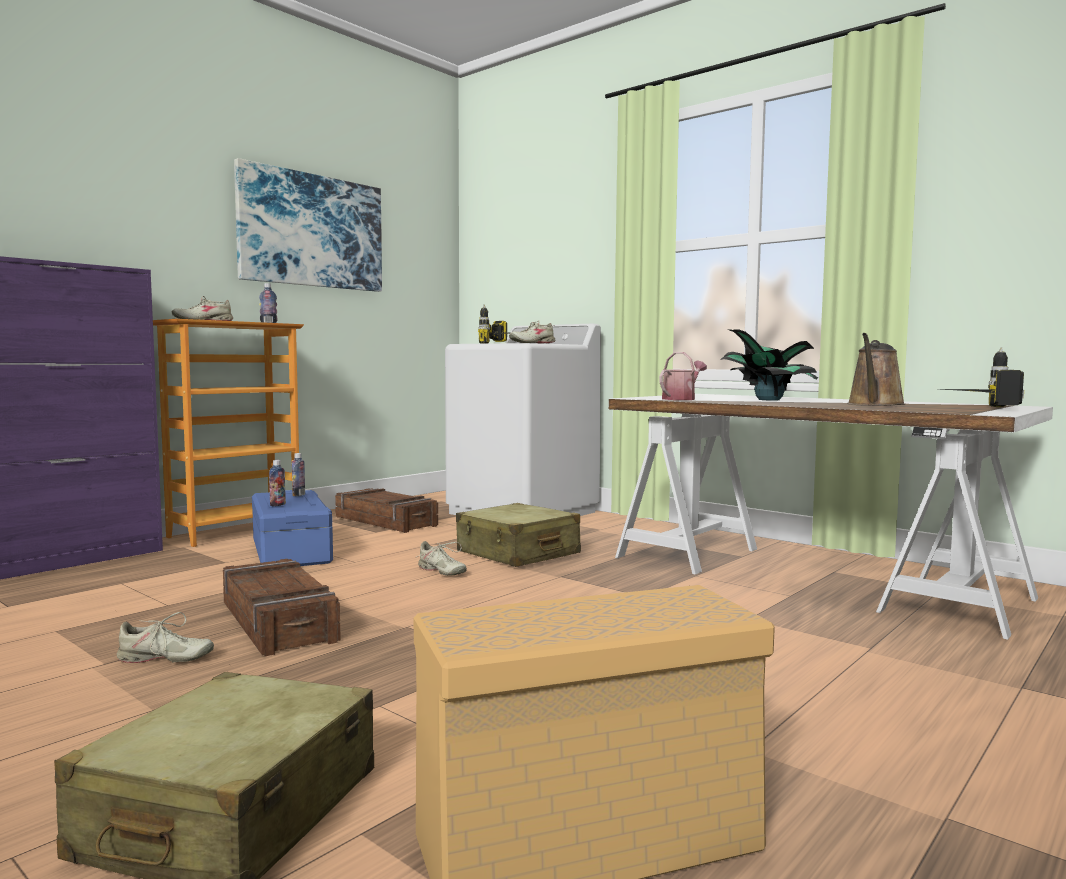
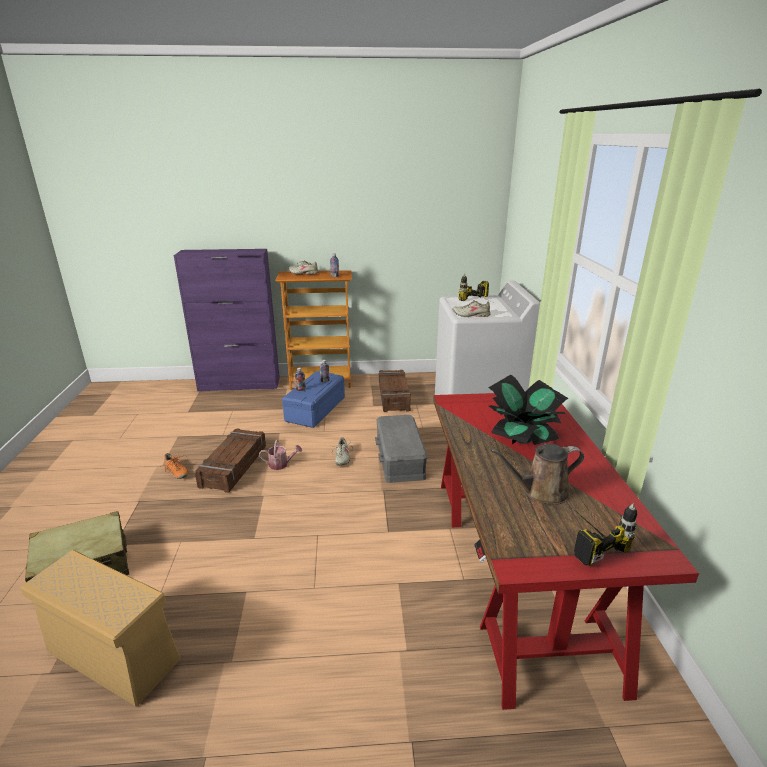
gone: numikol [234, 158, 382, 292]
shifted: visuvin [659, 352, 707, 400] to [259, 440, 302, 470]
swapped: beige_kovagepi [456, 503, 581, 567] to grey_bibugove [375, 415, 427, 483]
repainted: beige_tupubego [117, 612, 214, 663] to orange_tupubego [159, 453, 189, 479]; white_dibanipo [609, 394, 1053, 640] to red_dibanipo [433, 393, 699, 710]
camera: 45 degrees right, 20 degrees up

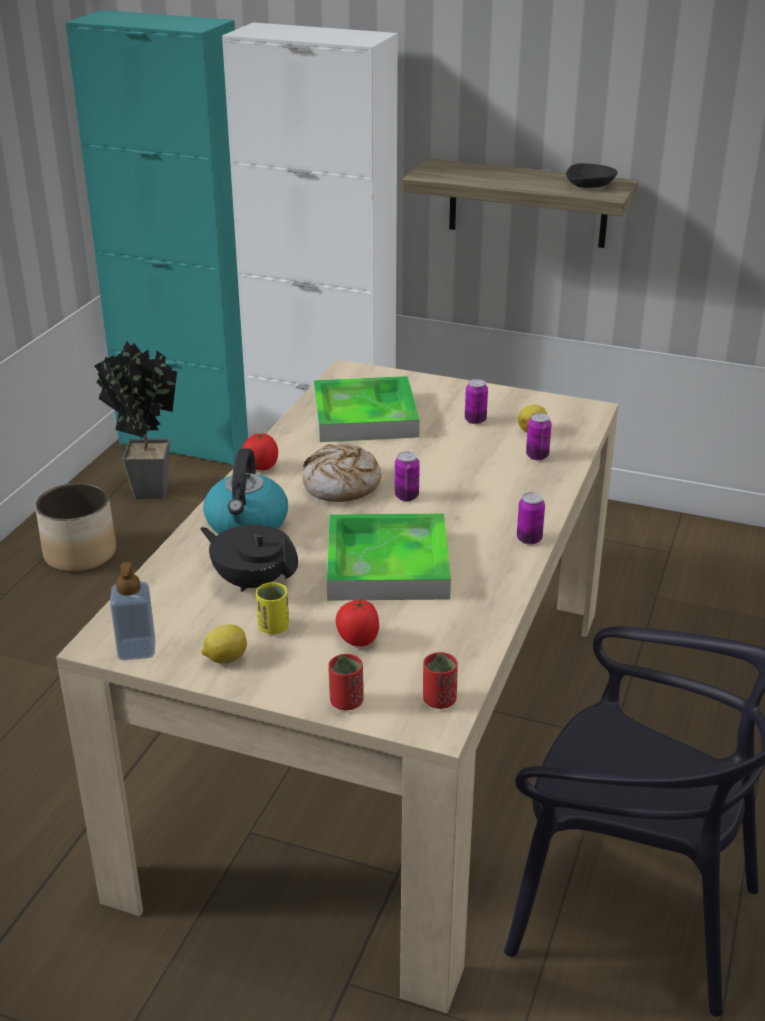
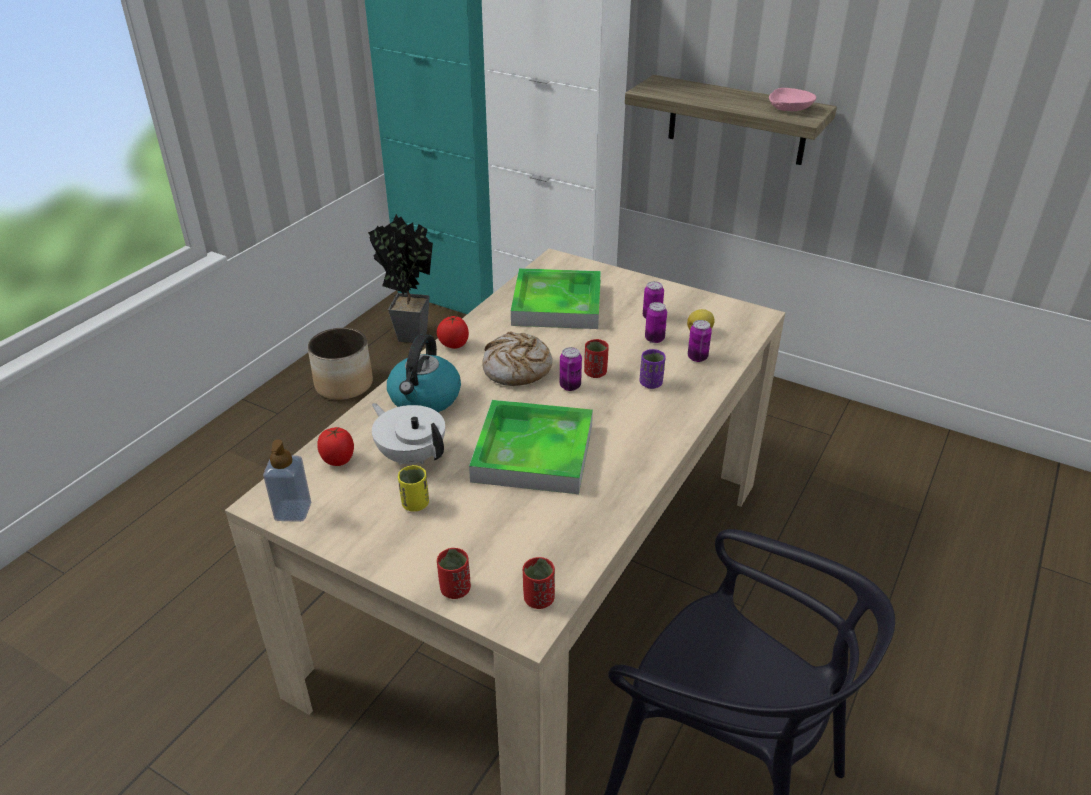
gone: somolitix [201, 624, 247, 664]
new: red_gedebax [584, 339, 609, 378]; purple_gedebax [640, 349, 666, 389]
shifted: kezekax [336, 599, 379, 647] to [317, 426, 354, 466]; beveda [517, 492, 545, 545] to [645, 302, 667, 343]
repainted: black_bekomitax [200, 525, 298, 592] to white_bekomitax [372, 403, 445, 465]; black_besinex [566, 163, 617, 188] to pink_besinex [769, 88, 816, 111]
camera: 10 degrees right, 5 degrees up

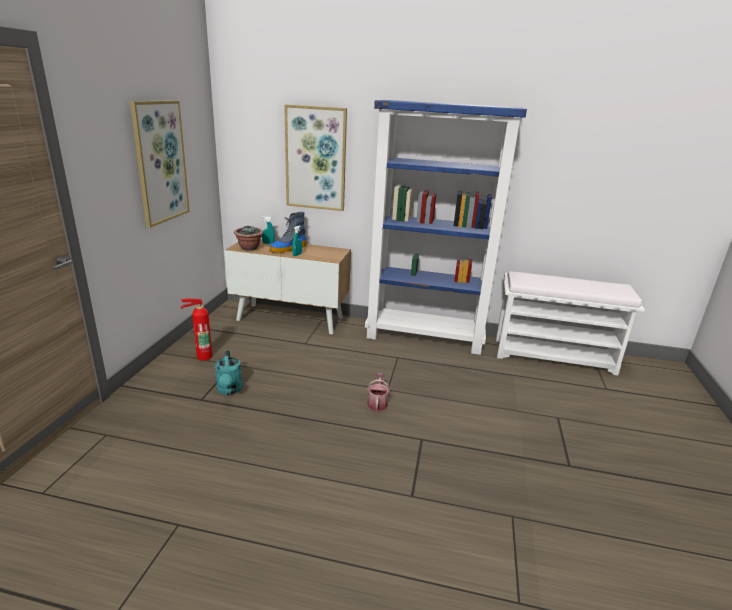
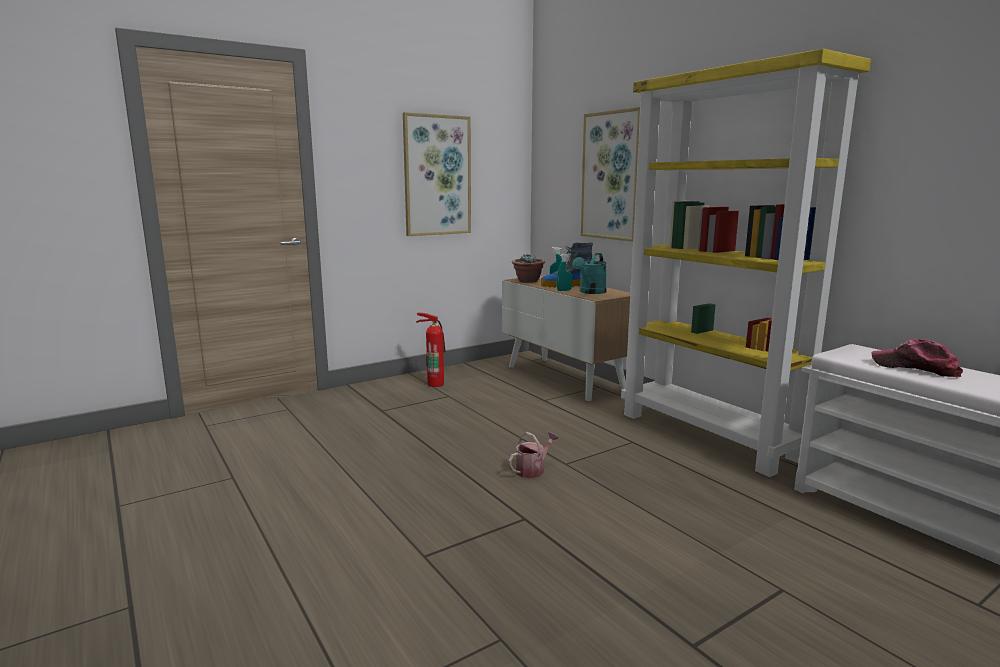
new: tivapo [871, 339, 963, 378]
shifted: turquoise_visuvin [215, 350, 243, 395] to [573, 253, 607, 294]
repainted: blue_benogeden [365, 100, 527, 355] to yellow_benogeden [621, 49, 871, 477]
camera: 45 degrees right, 10 degrees down

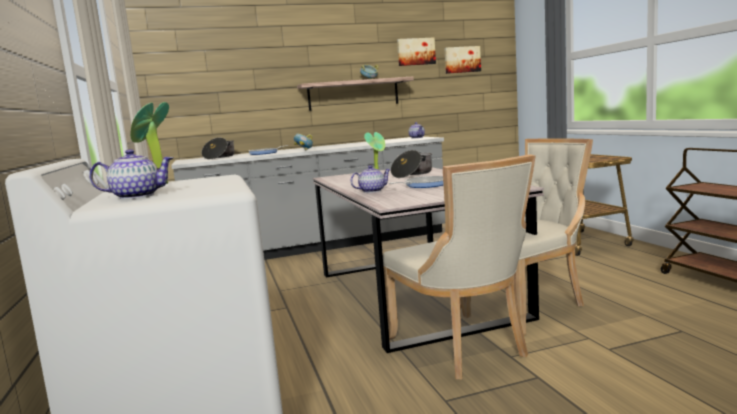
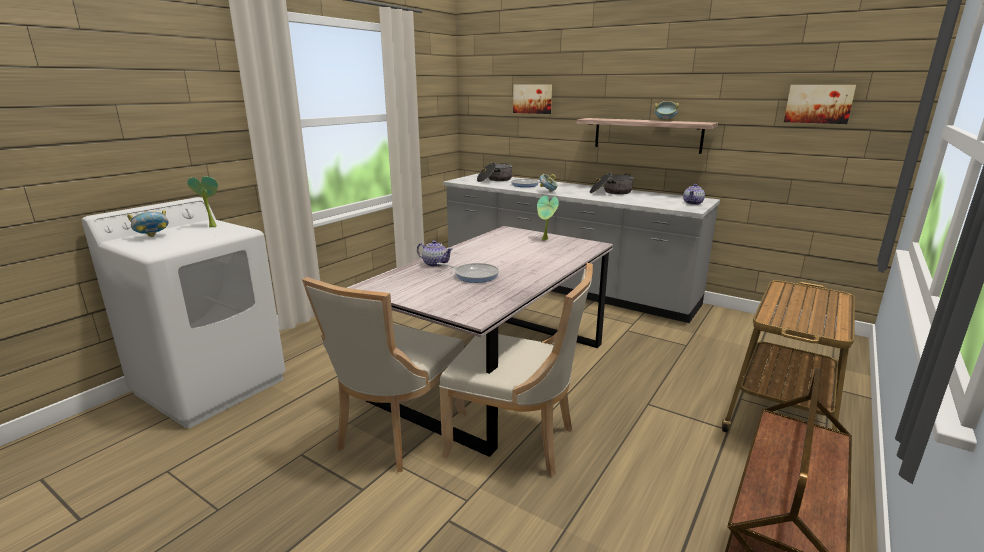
shifted: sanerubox [391, 150, 432, 178] to [590, 173, 634, 195]; numikol [397, 37, 436, 66] to [513, 84, 552, 114]
swapped: bekomitax [89, 149, 174, 199] to besinex [127, 210, 169, 237]
camera: 50 degrees right, 10 degrees up

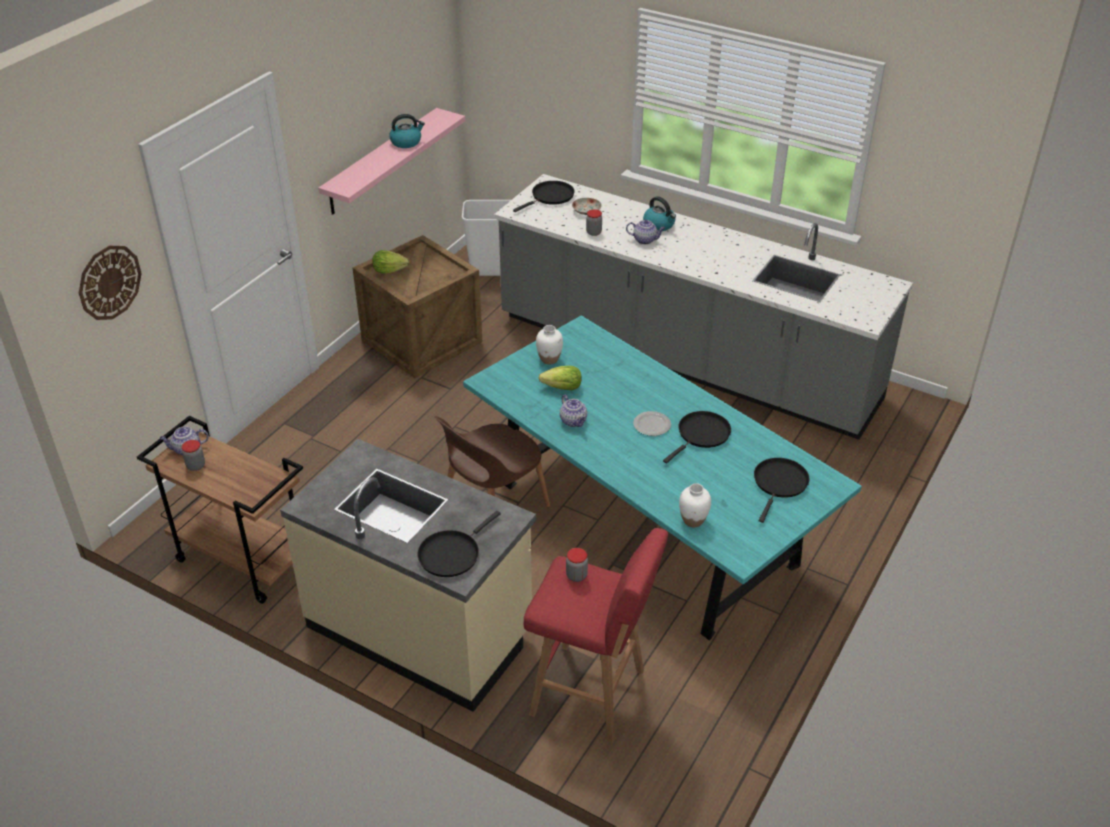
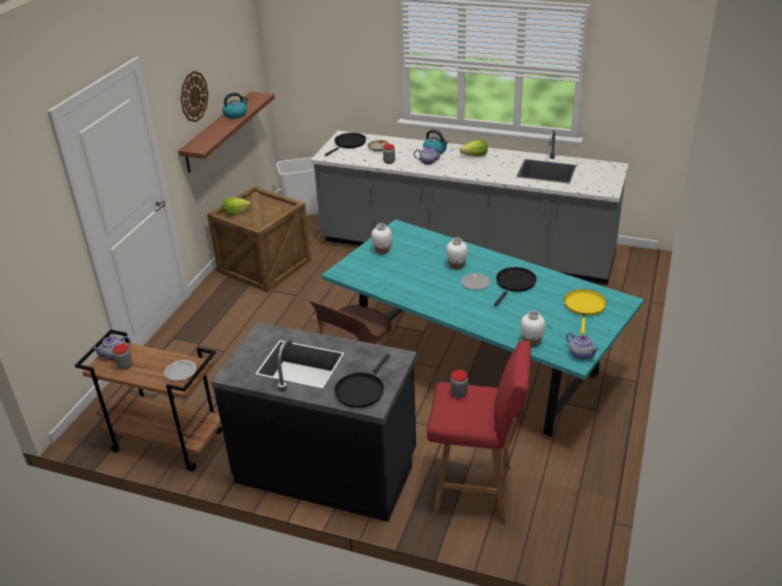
new: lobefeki [164, 360, 197, 381]; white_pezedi [446, 238, 468, 270]
shifted: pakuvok [79, 246, 142, 320] to [181, 71, 208, 122]; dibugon [539, 366, 581, 390] to [460, 140, 488, 156]; bekomitax [560, 394, 587, 427] to [566, 332, 599, 359]
repainted: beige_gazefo [280, 439, 536, 712] to black_gazefo [211, 322, 417, 522]; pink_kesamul [319, 108, 465, 215] to brown_kesamul [178, 92, 275, 173]; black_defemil [754, 458, 809, 523] to yellow_defemil [564, 289, 607, 334]
camera: 10 degrees left, 5 degrees down

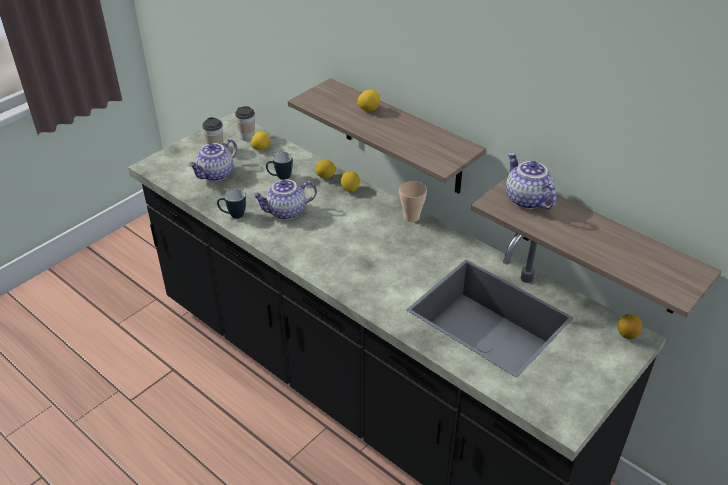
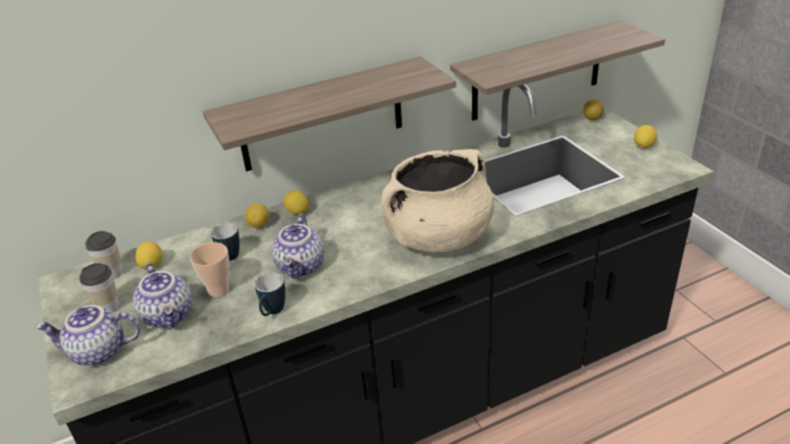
new: beige_sanerubox [381, 149, 494, 253]
shifted: somolitix [357, 90, 380, 111] to [634, 125, 657, 149]; gedebax [399, 181, 427, 222] to [190, 242, 229, 297]; bekomitax [506, 153, 556, 209] to [35, 305, 140, 366]
camera: 65 degrees left, 5 degrees down

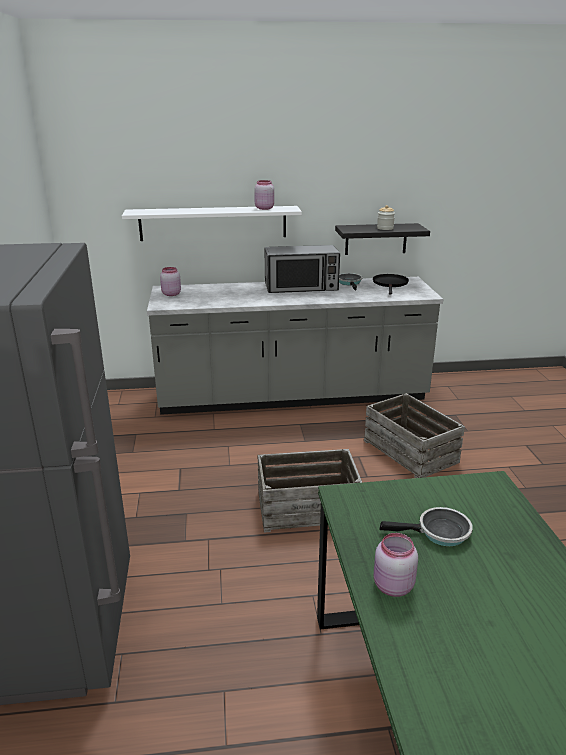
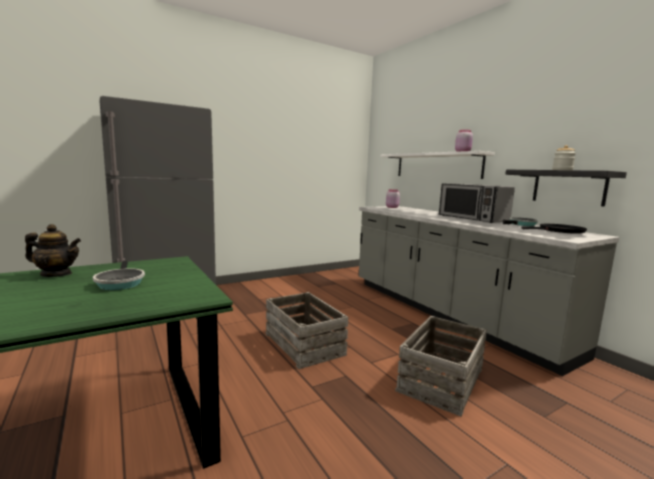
swapped: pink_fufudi [373, 533, 418, 597] to bekomitax [25, 224, 81, 277]
camera: 65 degrees right, 15 degrees down

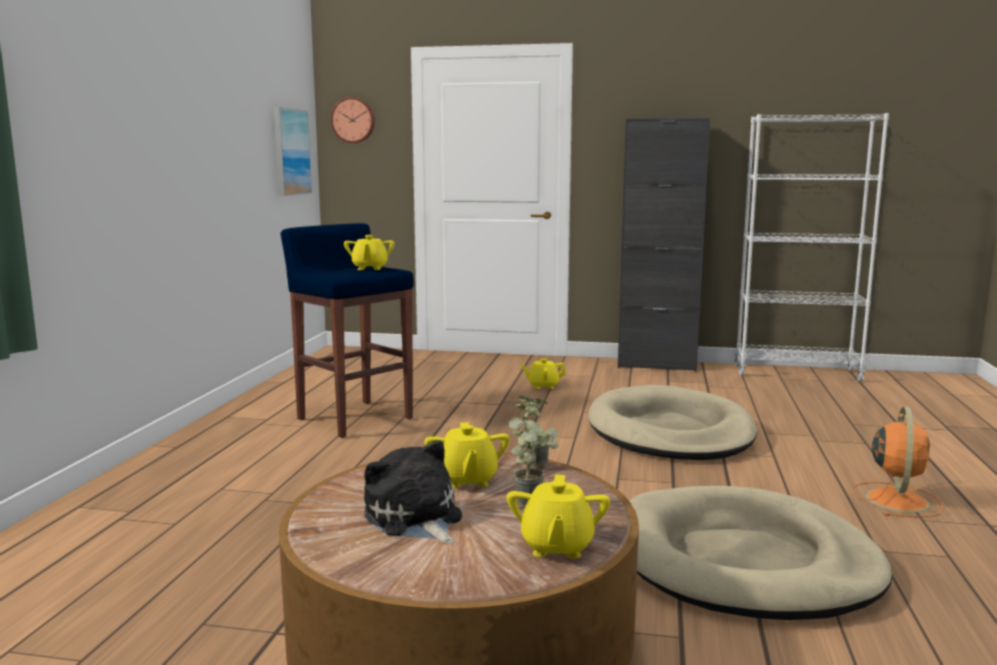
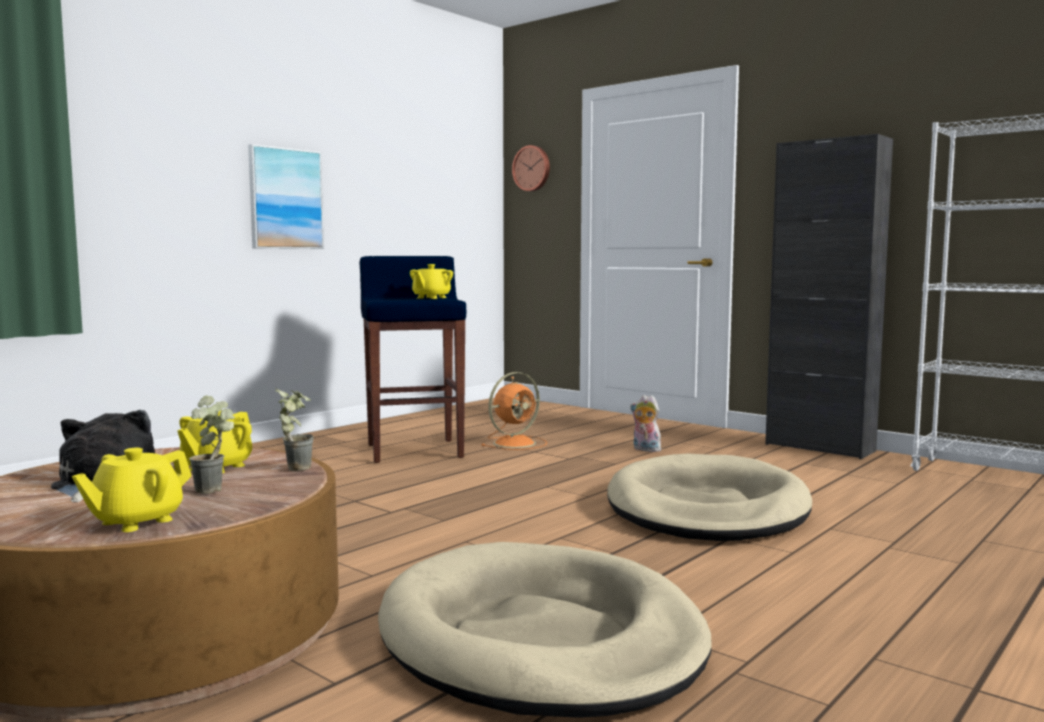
shifted: numikol [274, 107, 312, 196] to [248, 144, 324, 249]; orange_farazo [851, 406, 944, 517] to [482, 372, 547, 450]
swapped: yellow_bekomitax [521, 358, 566, 389] to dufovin [630, 395, 661, 452]
camera: 30 degrees right, 5 degrees down

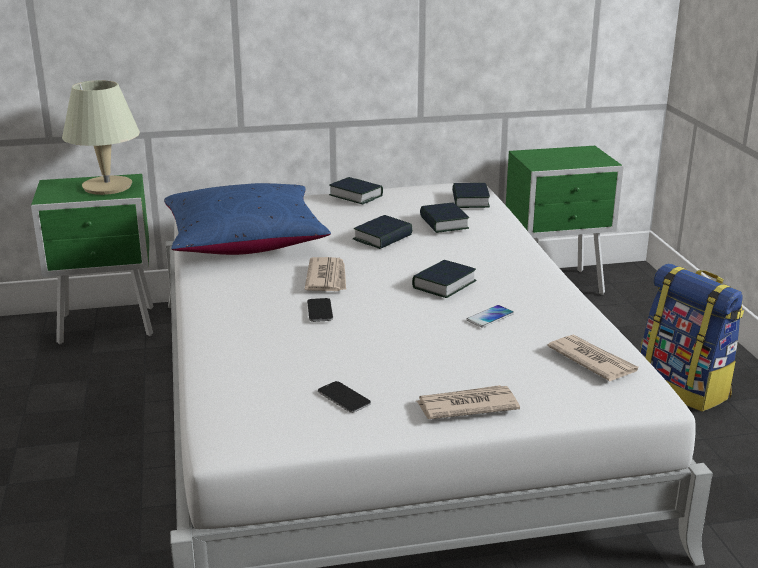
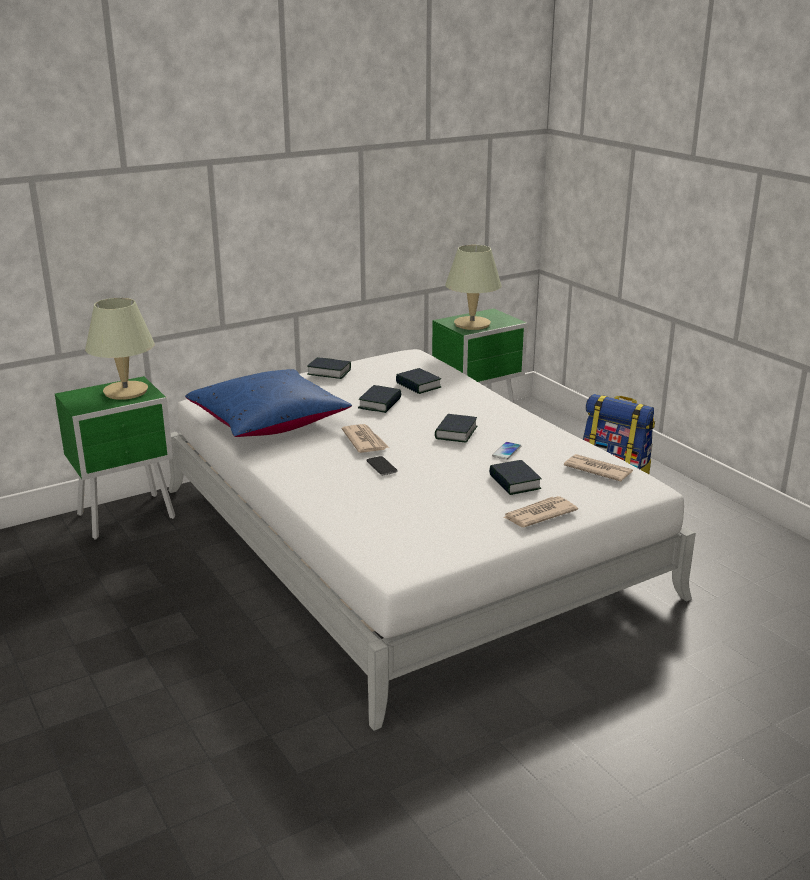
gone: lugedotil [318, 381, 371, 413]
new: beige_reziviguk [445, 245, 501, 330]
shifted: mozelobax [452, 183, 490, 208] to [489, 460, 542, 495]
camera: 20 degrees left, 0 degrees up

